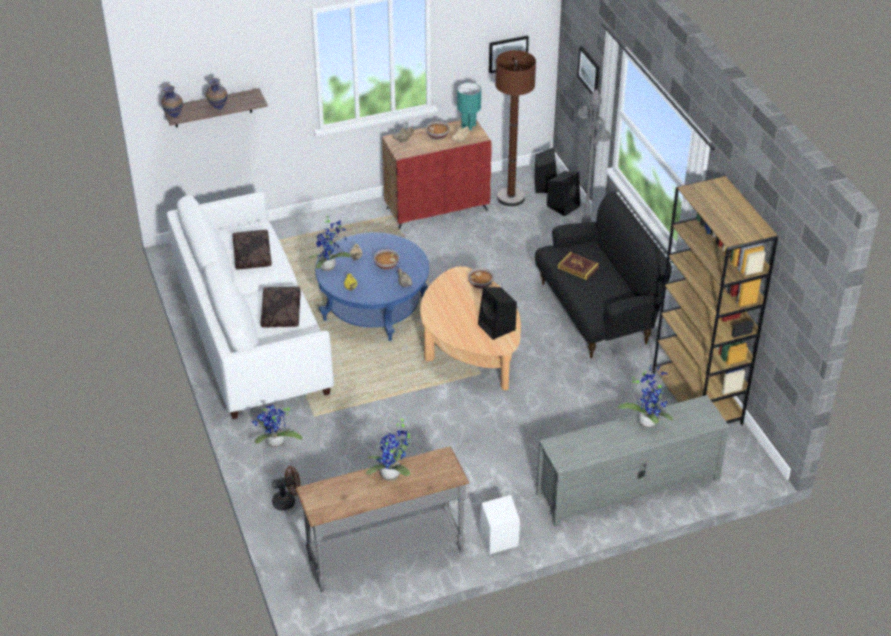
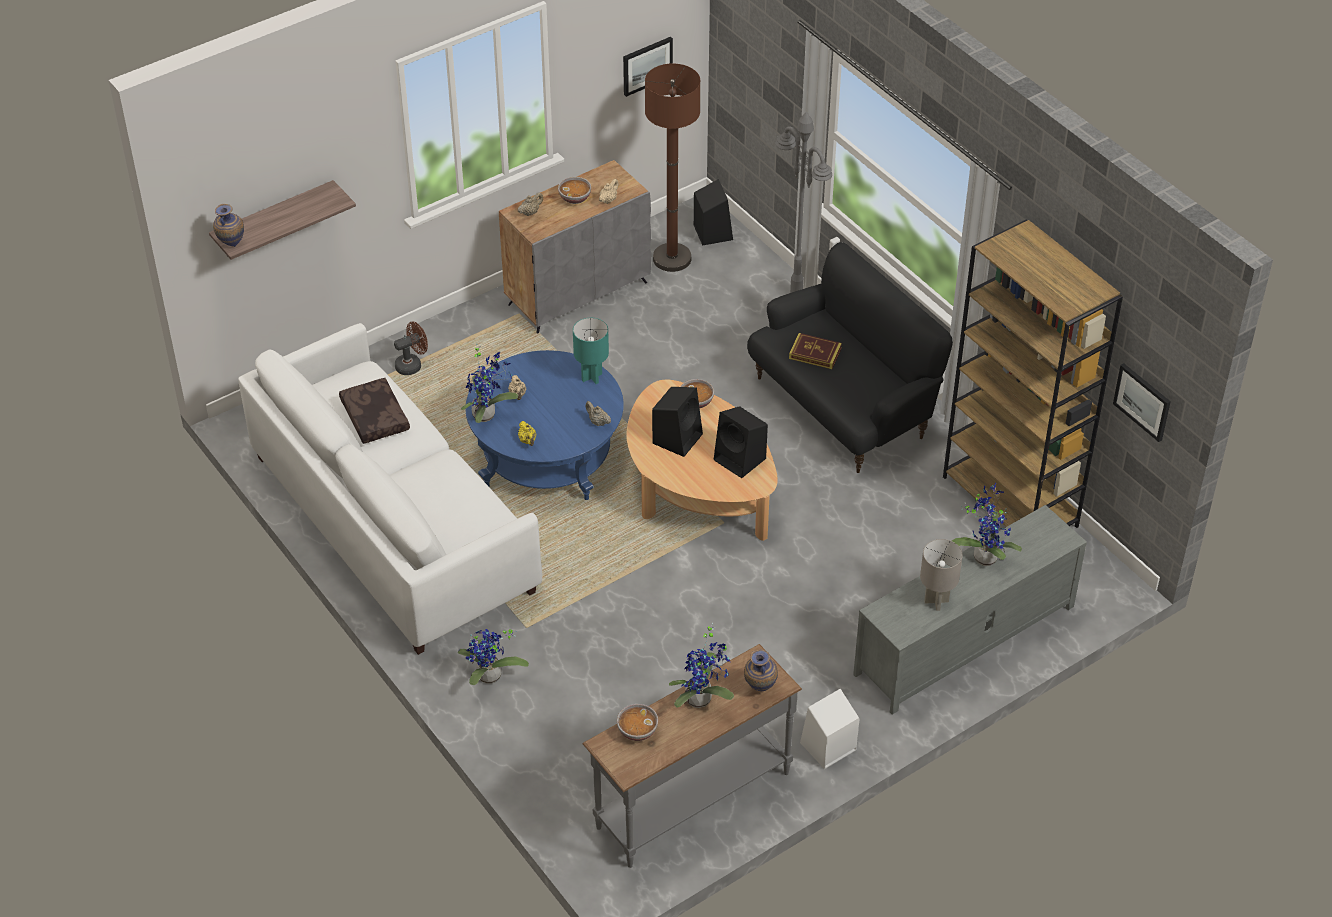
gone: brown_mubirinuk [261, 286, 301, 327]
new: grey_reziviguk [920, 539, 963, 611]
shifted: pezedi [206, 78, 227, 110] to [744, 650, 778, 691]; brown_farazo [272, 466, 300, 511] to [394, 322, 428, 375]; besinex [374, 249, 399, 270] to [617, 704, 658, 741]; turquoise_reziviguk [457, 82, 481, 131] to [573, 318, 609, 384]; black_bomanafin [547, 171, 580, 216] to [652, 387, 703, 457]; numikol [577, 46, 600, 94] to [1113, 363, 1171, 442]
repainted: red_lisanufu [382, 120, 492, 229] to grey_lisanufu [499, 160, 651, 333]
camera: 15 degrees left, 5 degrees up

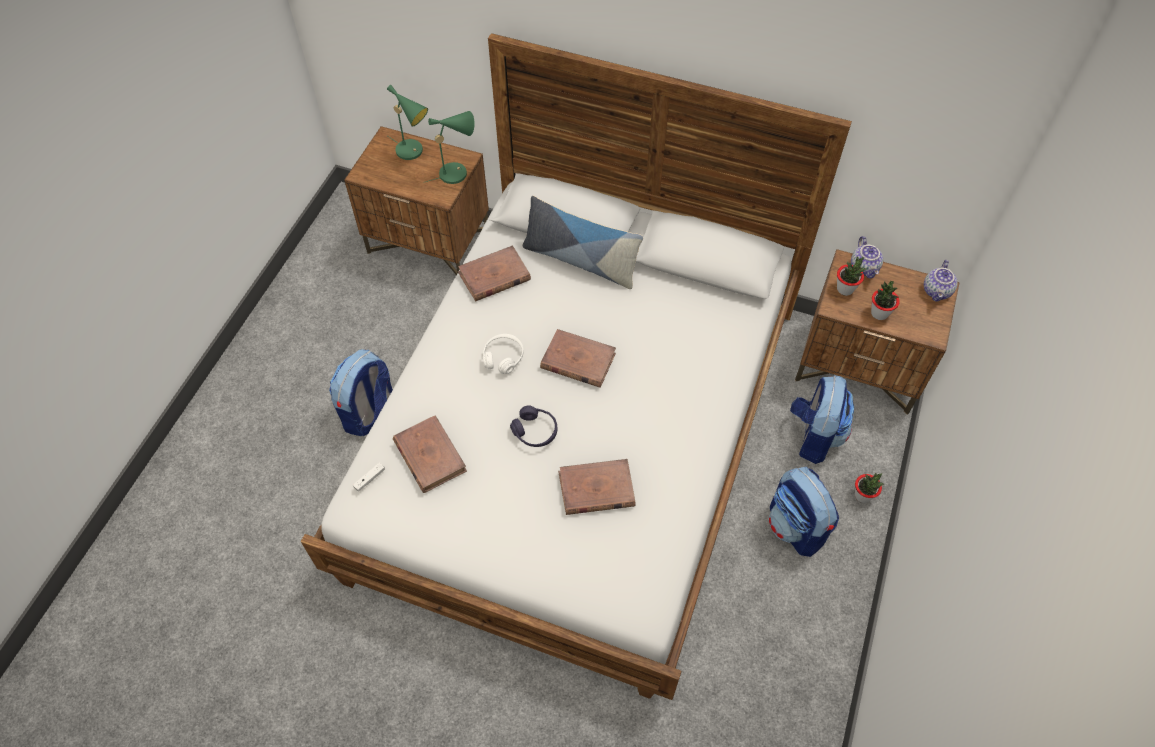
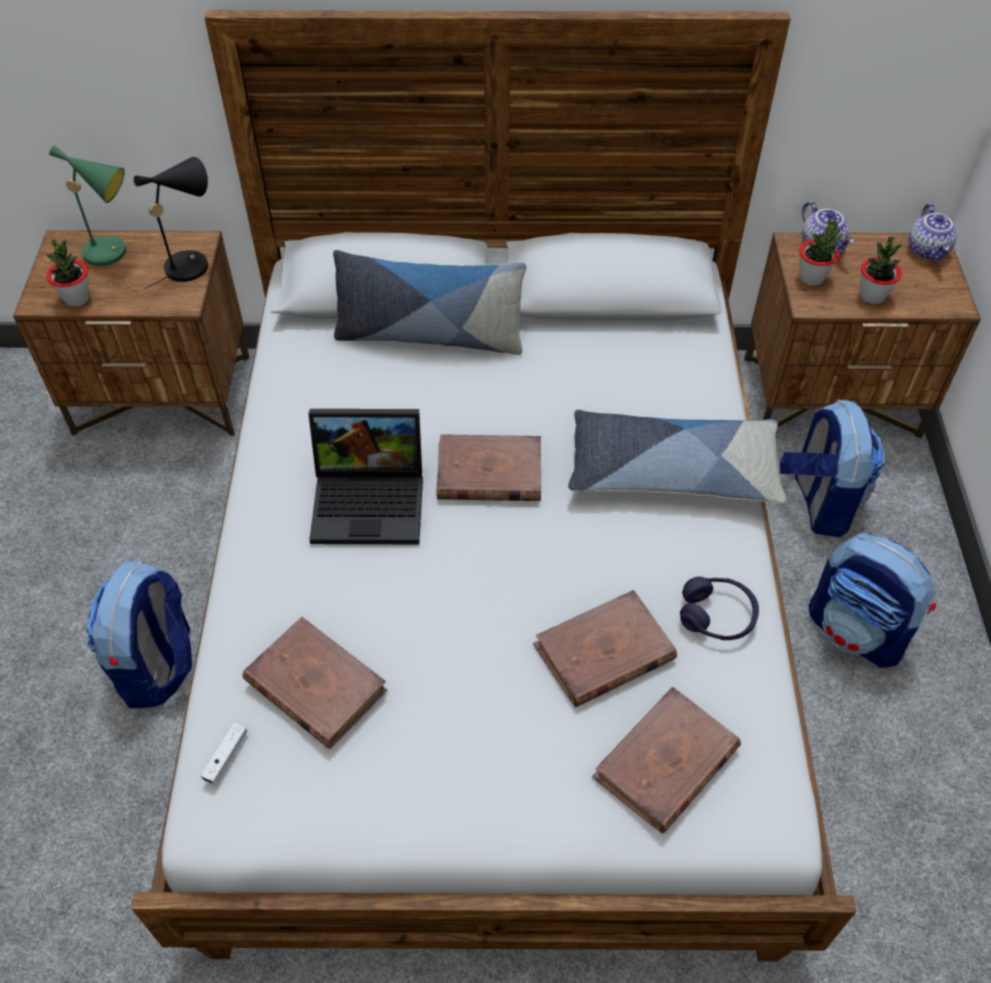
new: mubirinuk [568, 410, 787, 504]
shifted: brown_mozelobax [458, 245, 531, 301] to [592, 687, 741, 833]; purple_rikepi [510, 405, 557, 447] to [680, 577, 759, 640]; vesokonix [855, 473, 885, 503] to [46, 239, 89, 307]
swapped: white_rikepi [483, 334, 523, 374] to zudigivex [309, 409, 423, 544]
repainted: green_reziviguk [426, 111, 475, 184] to black_reziviguk [134, 157, 208, 289]
camera: 20 degrees left, 5 degrees down

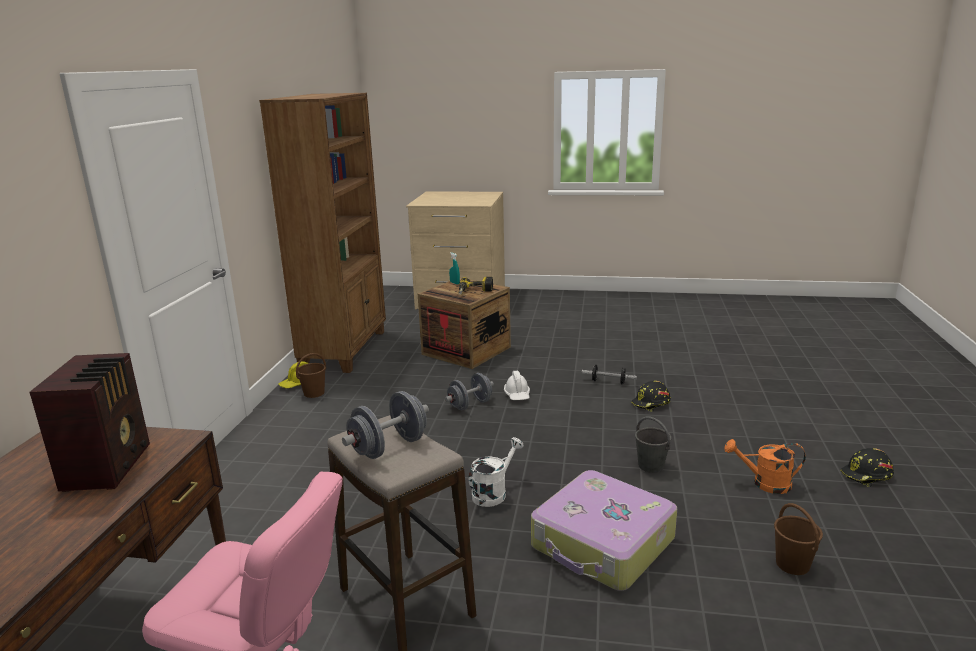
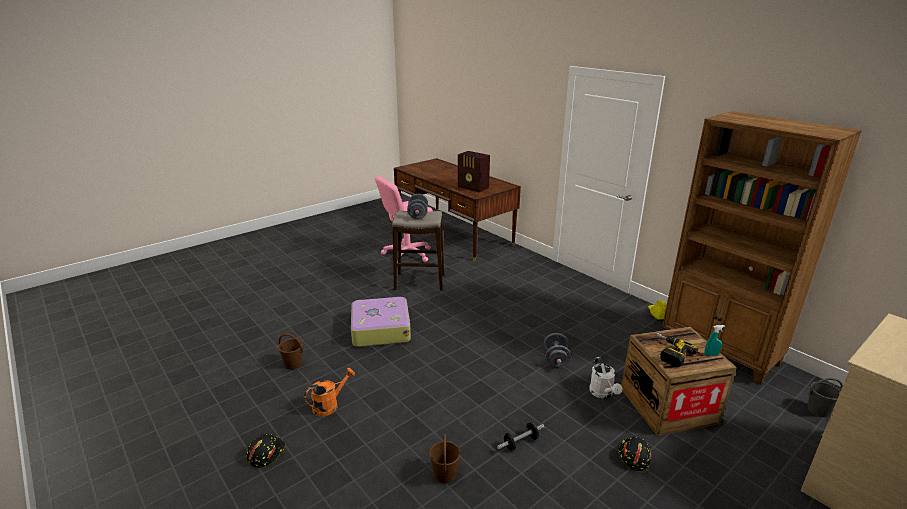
gone: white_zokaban [504, 371, 530, 400]
shifted: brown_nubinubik [296, 353, 326, 398] to [429, 434, 461, 484]; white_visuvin [469, 437, 524, 507] to [589, 357, 622, 399]; black_zokaban [631, 381, 671, 412] to [618, 437, 651, 471]; grey_nubinubik [635, 416, 671, 473] to [808, 378, 843, 417]
camera: 130 degrees right, 5 degrees up

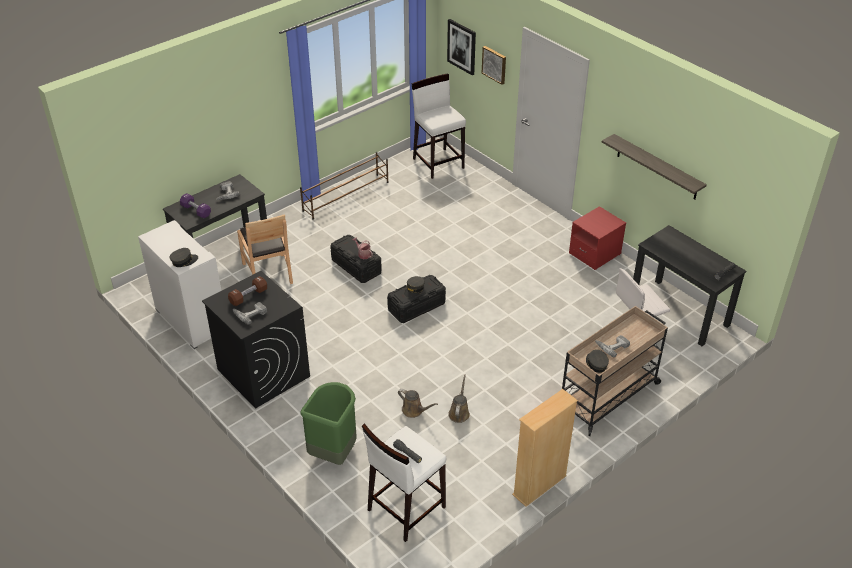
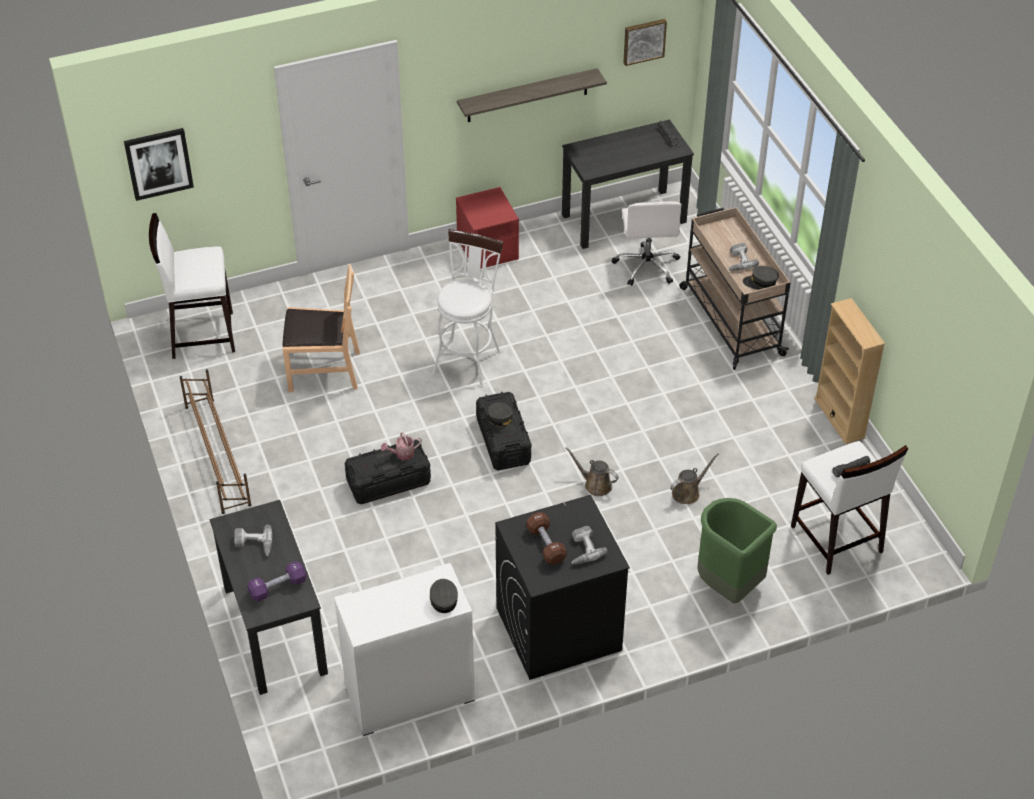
new: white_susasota [432, 229, 503, 388]
shifted: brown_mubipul [237, 214, 293, 284] to [283, 264, 360, 392]; brown_visuvin [448, 374, 470, 423] to [565, 447, 619, 496]; numikol [482, 46, 506, 85] to [623, 19, 667, 66]
camera: 70 degrees left, 5 degrees up

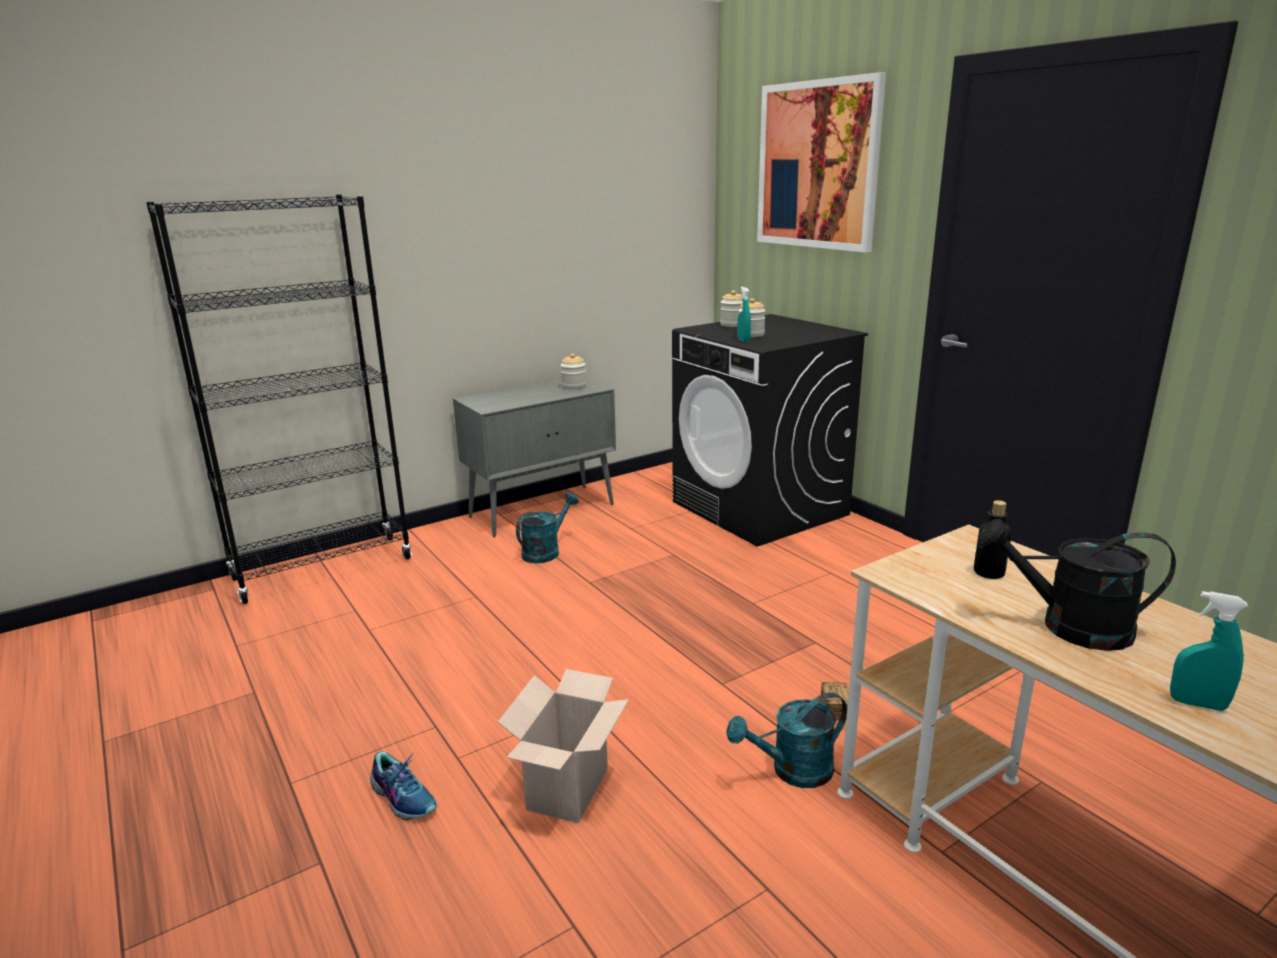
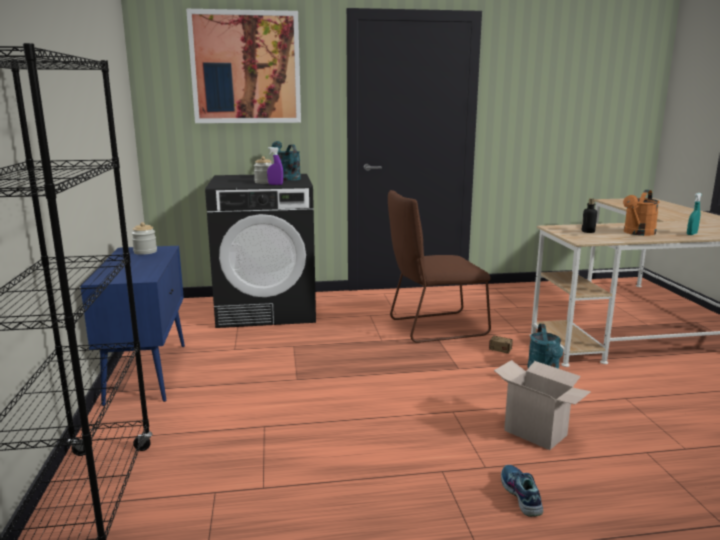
gone: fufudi [720, 290, 743, 327]
new: brown_mubipul [388, 190, 491, 343]
shifted: turquoise_visuvin [516, 492, 579, 563] to [272, 141, 301, 181]
repainted: grey_lisanufu [453, 379, 616, 537] to blue_lisanufu [80, 246, 185, 406]; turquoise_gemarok [737, 287, 751, 342] to purple_gemarok [267, 147, 283, 185]; black_visuvin [977, 519, 1176, 651] to orange_visuvin [623, 190, 659, 236]
rotated: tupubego [370, 751, 437, 820] = [501, 465, 543, 517] 75 degrees counterclockwise
camera: 65 degrees left, 5 degrees down

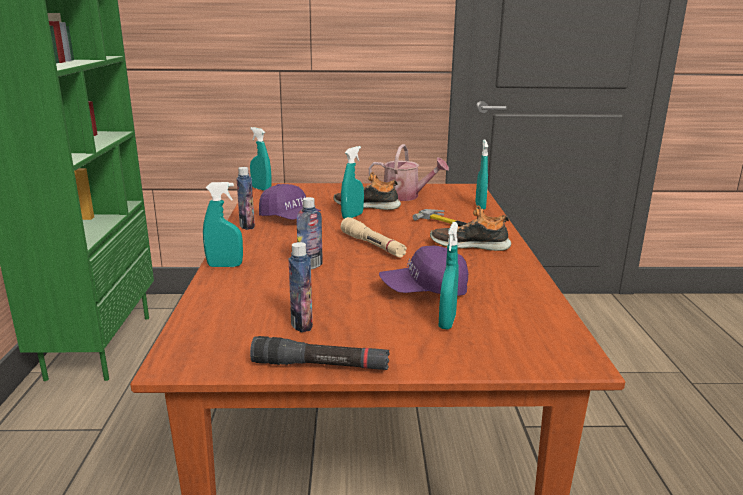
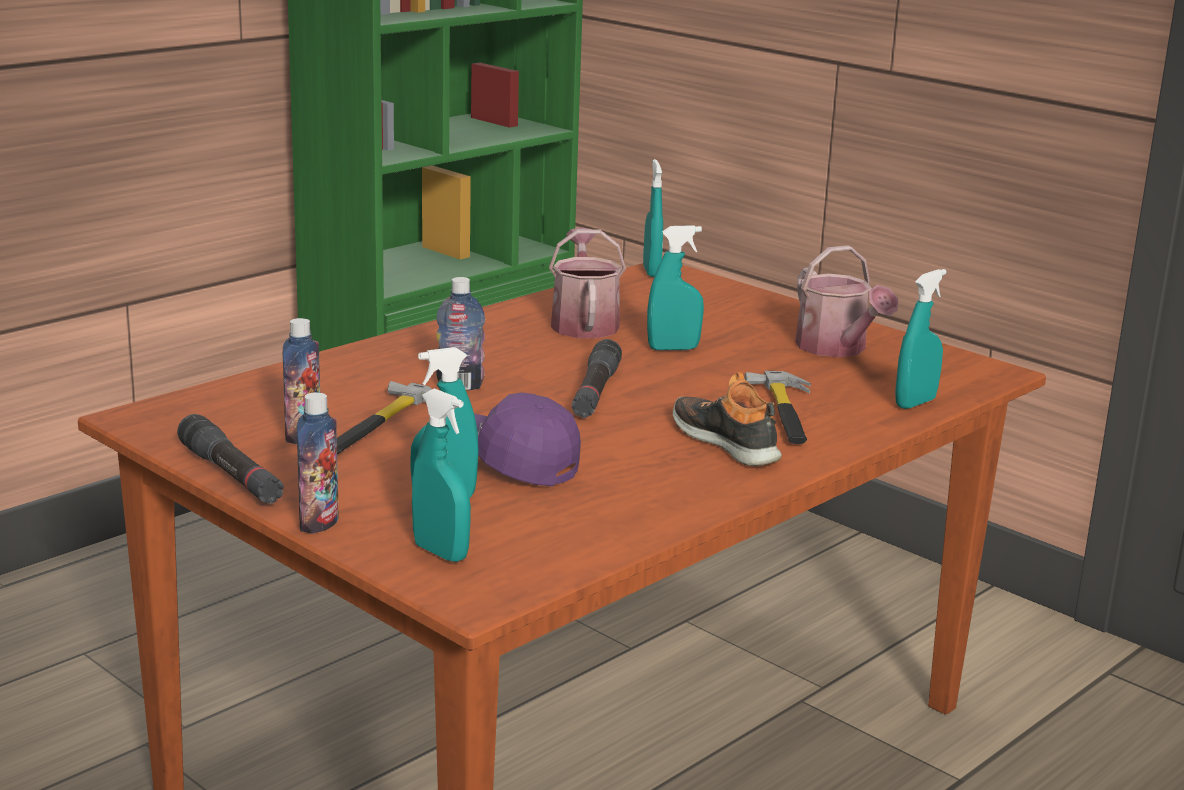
gone: tupubego [334, 172, 401, 210]
new: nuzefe [337, 381, 432, 454]
shifted: turquoise_gemarok [203, 182, 243, 267] to [412, 388, 471, 562]; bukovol [236, 167, 255, 230] to [297, 392, 339, 534]
swapped: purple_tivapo [259, 184, 321, 220] to visuvin [549, 227, 626, 338]
repainted: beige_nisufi [341, 217, 407, 258] to black_nisufi [572, 339, 622, 418]
camera: 45 degrees right, 0 degrees up

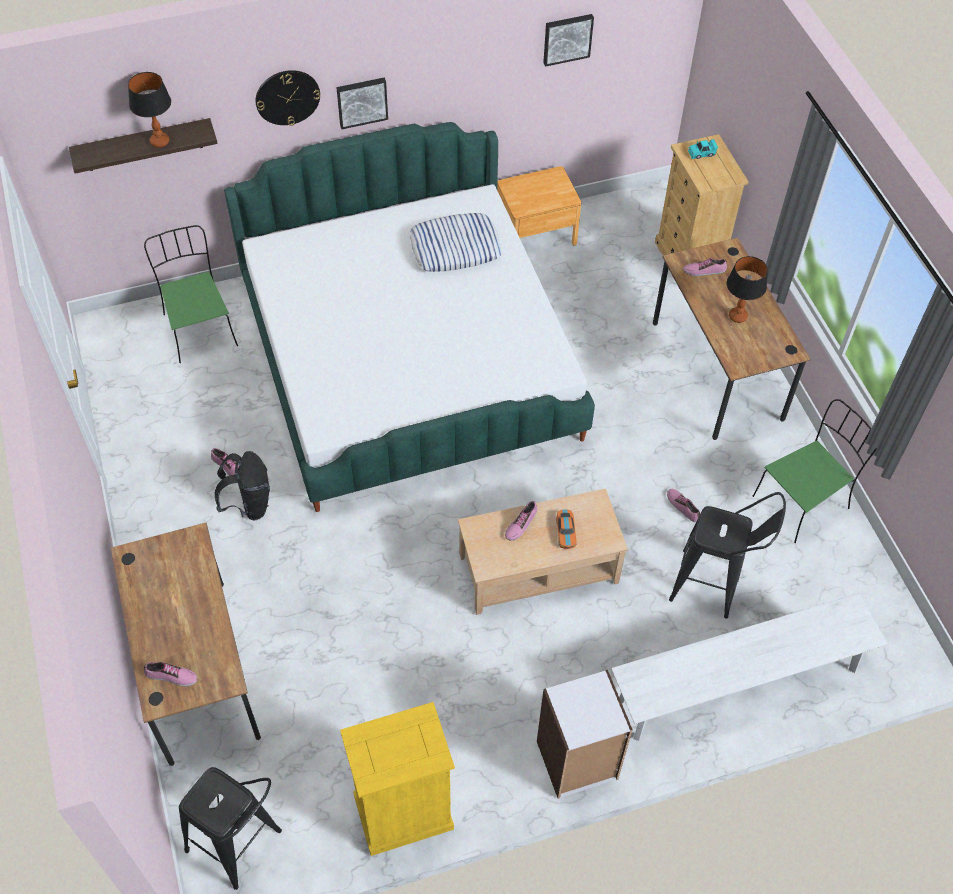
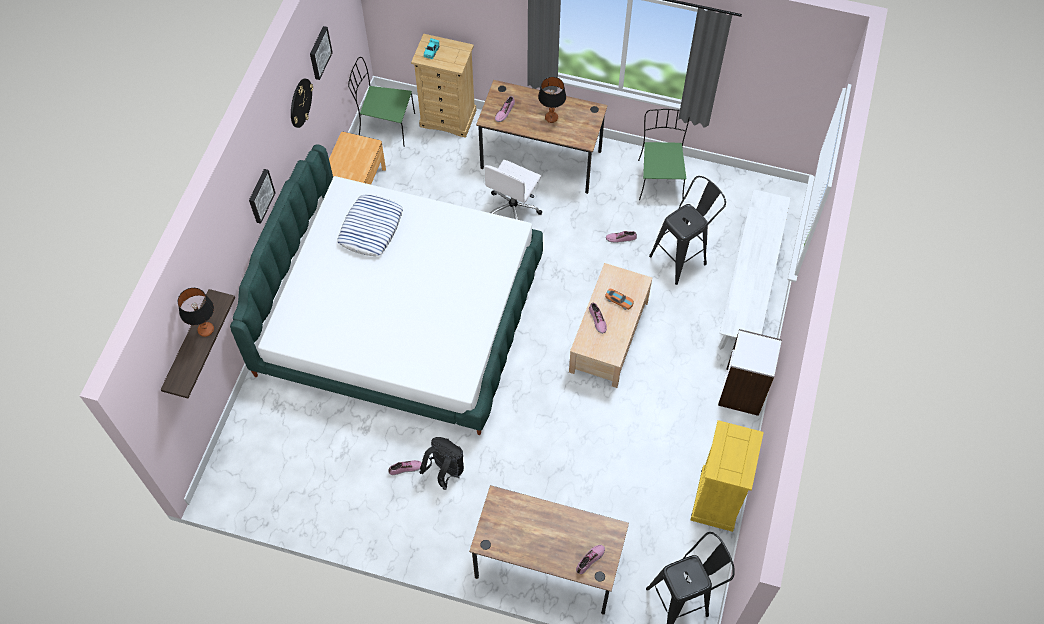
new: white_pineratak [484, 160, 542, 220]
shifted: green_mubipul [144, 225, 238, 363] to [348, 57, 415, 147]; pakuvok [256, 70, 320, 126] to [291, 78, 313, 128]
camera: 55 degrees left, 5 degrees up

